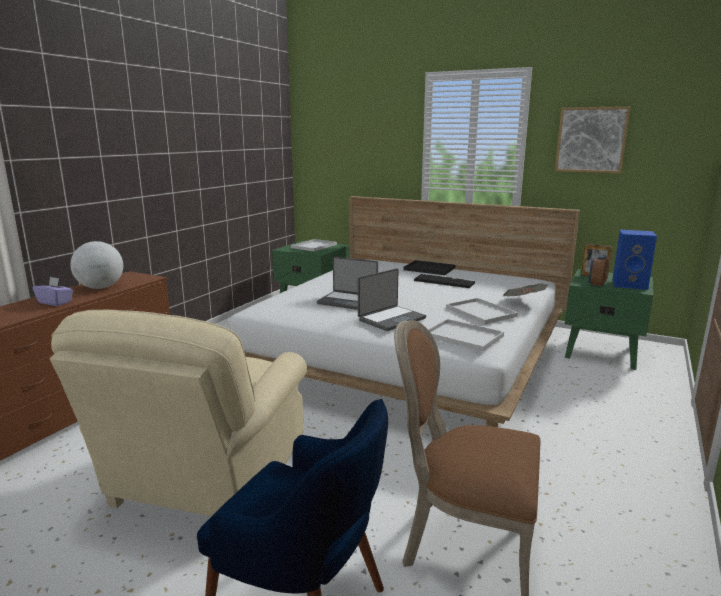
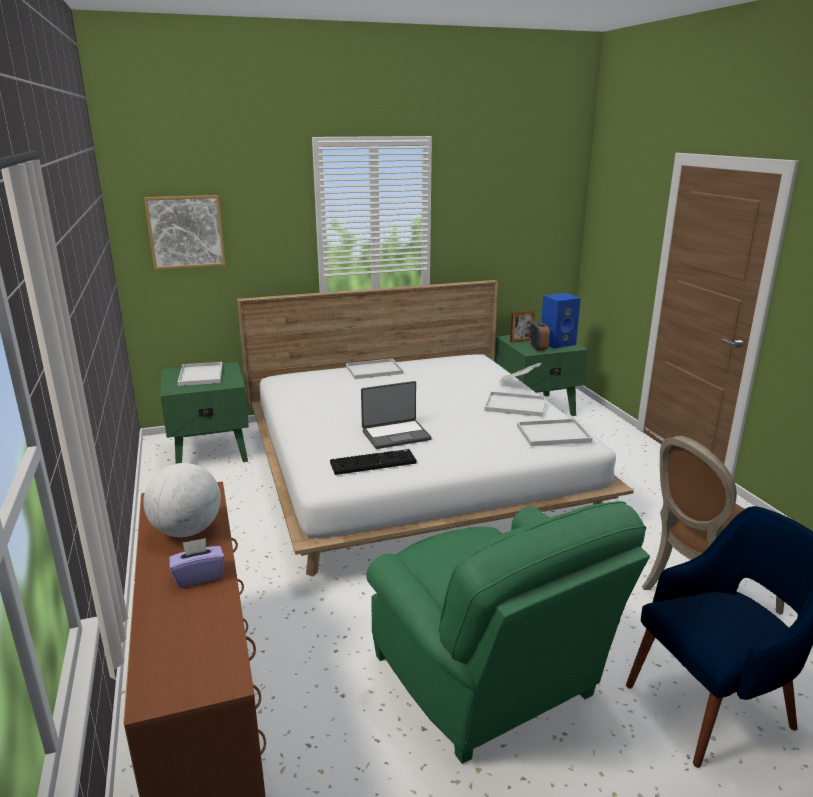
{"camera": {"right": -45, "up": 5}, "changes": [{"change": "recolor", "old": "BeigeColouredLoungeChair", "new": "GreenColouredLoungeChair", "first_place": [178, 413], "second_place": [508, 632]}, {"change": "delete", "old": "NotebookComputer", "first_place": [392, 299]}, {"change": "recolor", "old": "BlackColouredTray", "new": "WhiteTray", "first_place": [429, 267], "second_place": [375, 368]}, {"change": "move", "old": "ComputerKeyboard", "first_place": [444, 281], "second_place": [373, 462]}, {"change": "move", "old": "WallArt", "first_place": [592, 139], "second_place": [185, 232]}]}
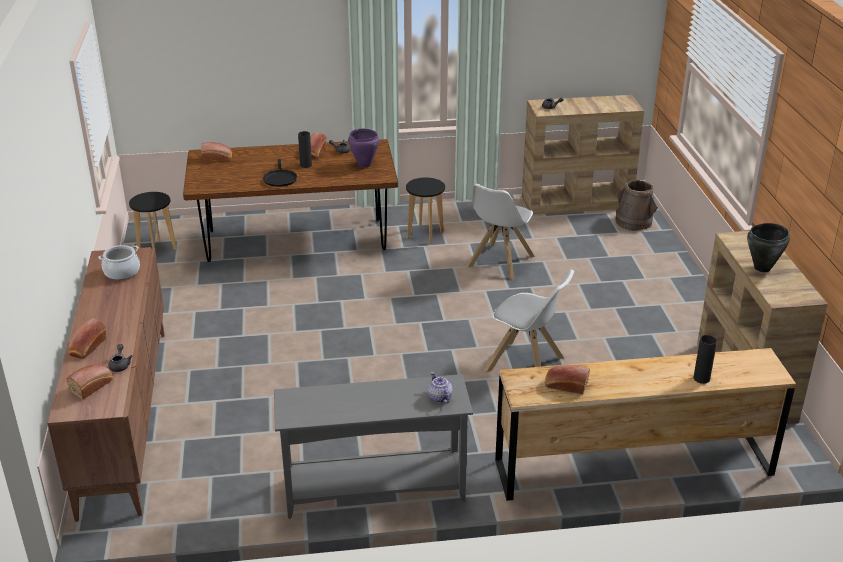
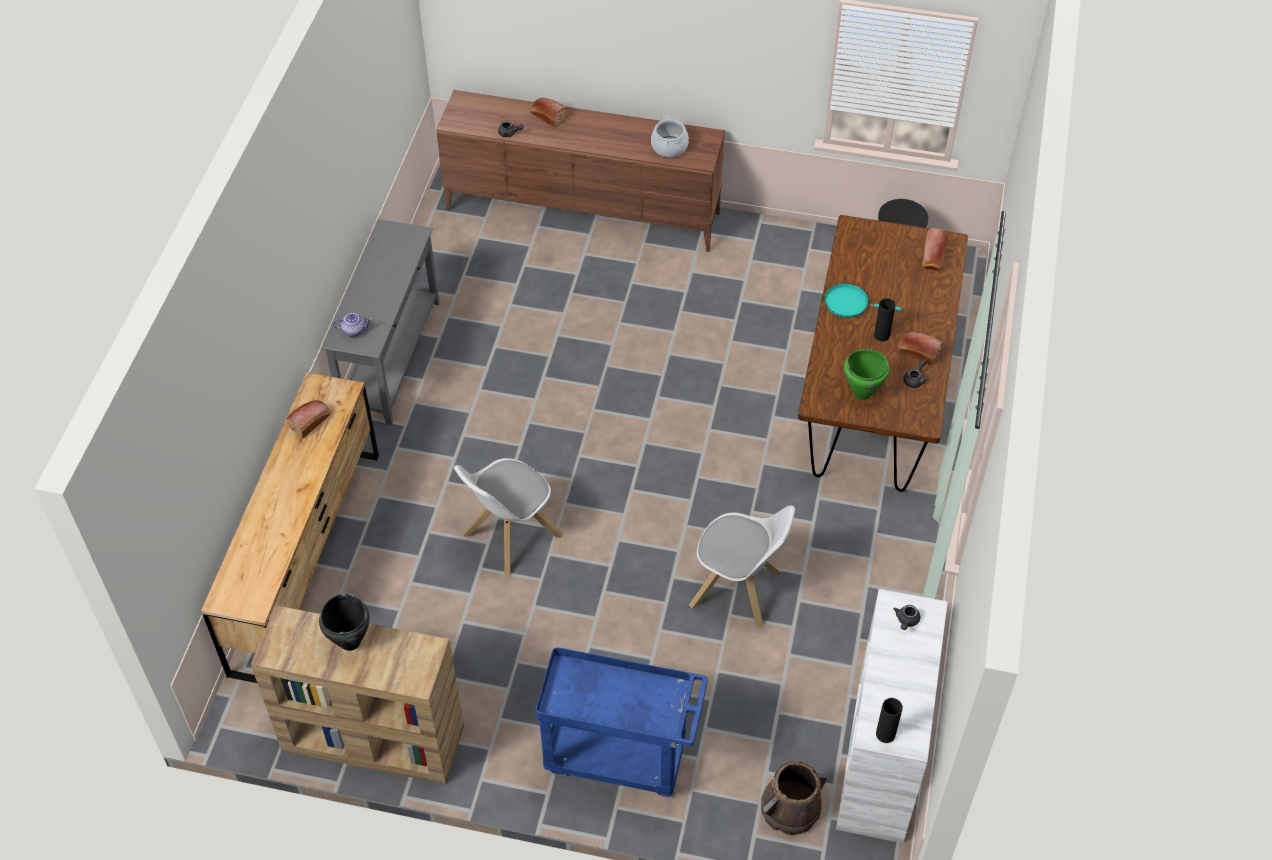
{"camera": {"right": 110, "up": 20}, "changes": [{"change": "delete", "old": "BakedBread", "first_place": [89, 382]}, {"change": "recolor", "old": "BlackColouredFryingPan", "new": "BlueGreenFryingPan", "first_place": [280, 173], "second_place": [862, 300]}, {"change": "recolor", "old": "PurplishStockpot", "new": "GreenColouredStockpot", "first_place": [364, 148], "second_place": [867, 374]}, {"change": "delete", "old": "BlackColouredStoolSeat", "first_place": [425, 211]}, {"change": "rotate", "old": "PlainChair", "first_place": [501, 232], "second_place": [742, 567], "degrees": 150}, {"change": "recolor", "old": "BrownBookshelf", "new": "WhiteBookshelf", "first_place": [583, 155], "second_place": [892, 716]}, {"change": "move", "old": "BlackColouredDecorativeVase", "first_place": [705, 359], "second_place": [889, 720]}, {"change": "insert", "new": "BlueColouredWheeledCart", "second_place": [622, 722]}]}
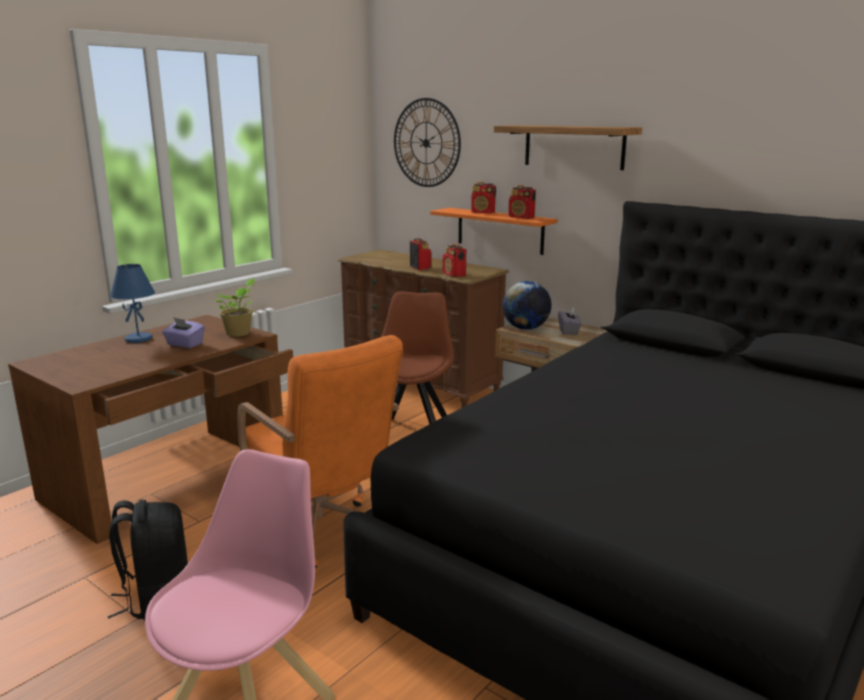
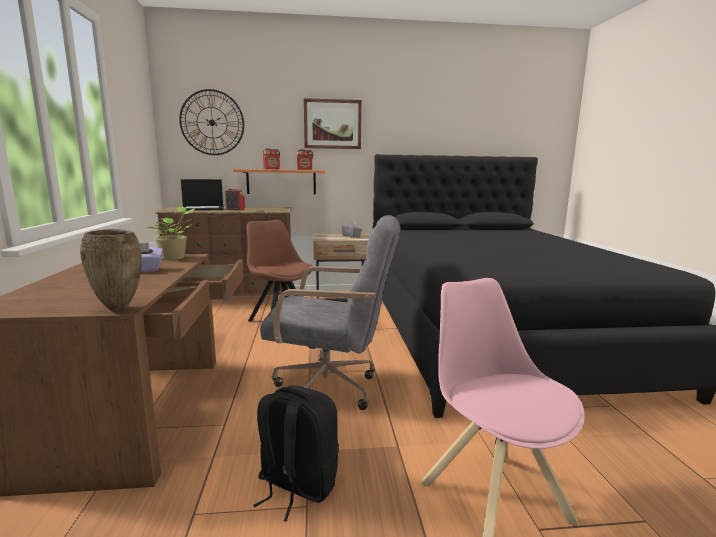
{"camera": {"right": -45, "up": -5}, "changes": [{"change": "delete", "old": "BlueColouredTableLamp", "first_place": [132, 303]}, {"change": "recolor", "old": "OrangeColouredOfficeChair", "new": "GreyishOfficeChair", "first_place": [320, 452], "second_place": [330, 312]}, {"change": "delete", "old": "RadioReceiver", "first_place": [454, 260]}, {"change": "replace", "old": "WallShelf", "new": "WallArt", "first_place": [568, 147], "second_place": [333, 123]}, {"change": "delete", "old": "WorldGlobe", "first_place": [527, 305]}, {"change": "insert", "new": "BrownDecorativeVase", "second_place": [111, 270]}, {"change": "insert", "new": "NotebookComputer", "second_place": [202, 195]}]}
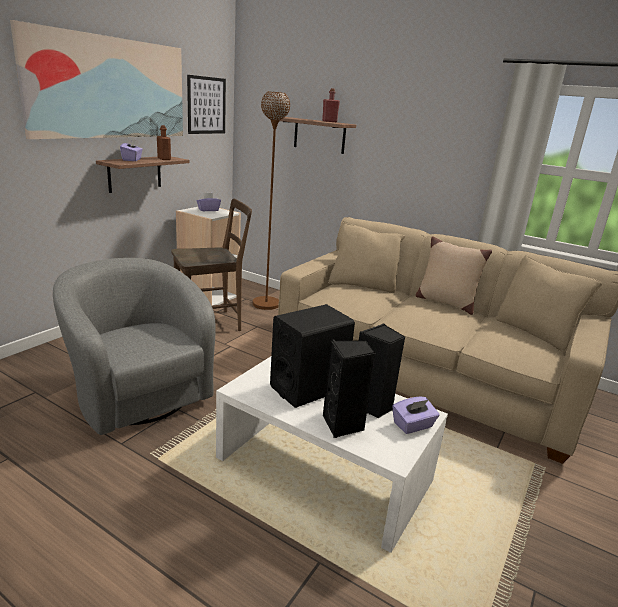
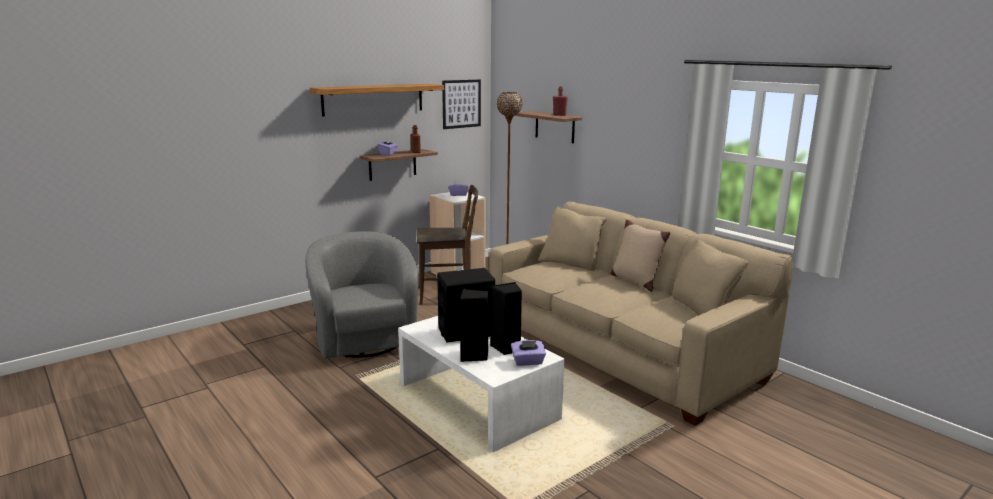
{"camera": {"right": 20, "up": -5}, "changes": [{"change": "replace", "old": "WallArt", "new": "WallShelf", "first_place": [96, 79], "second_place": [377, 100]}]}
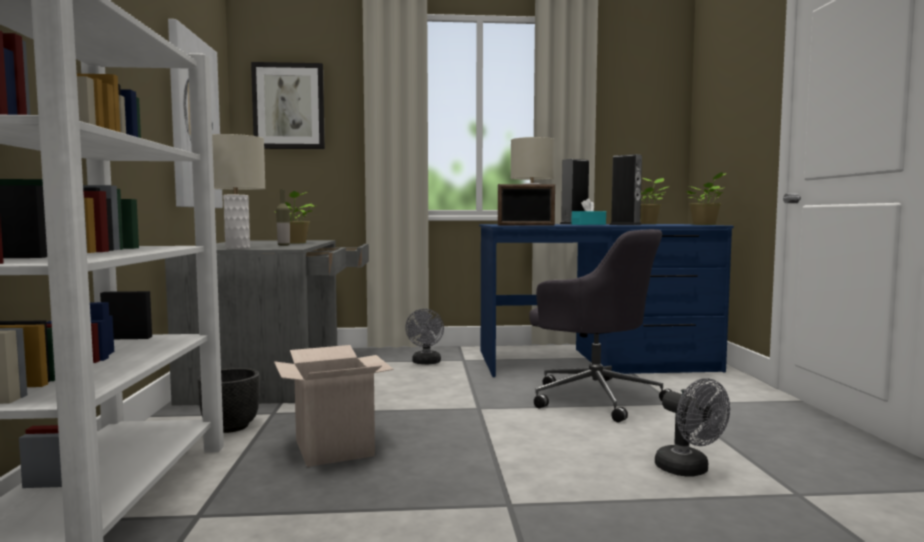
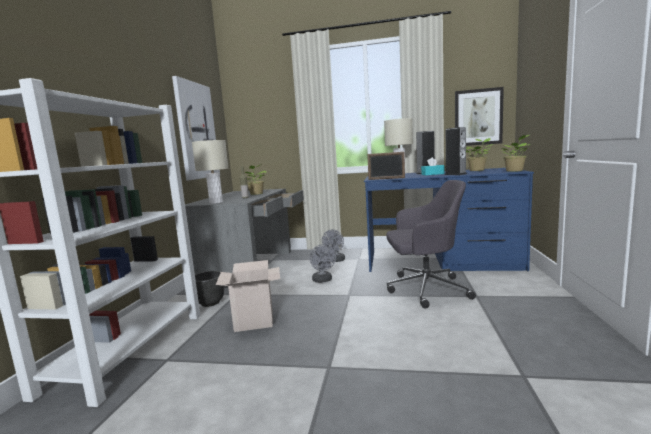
{"camera": {"right": 15, "up": 5}, "changes": [{"change": "move", "old": "WallArt", "first_place": [288, 105], "second_place": [479, 116]}, {"change": "rotate", "old": "GreyishOfficeChair", "first_place": [600, 326], "second_place": [431, 244], "degrees": -60}, {"change": "move", "old": "GreyishFan", "first_place": [692, 427], "second_place": [323, 263]}]}
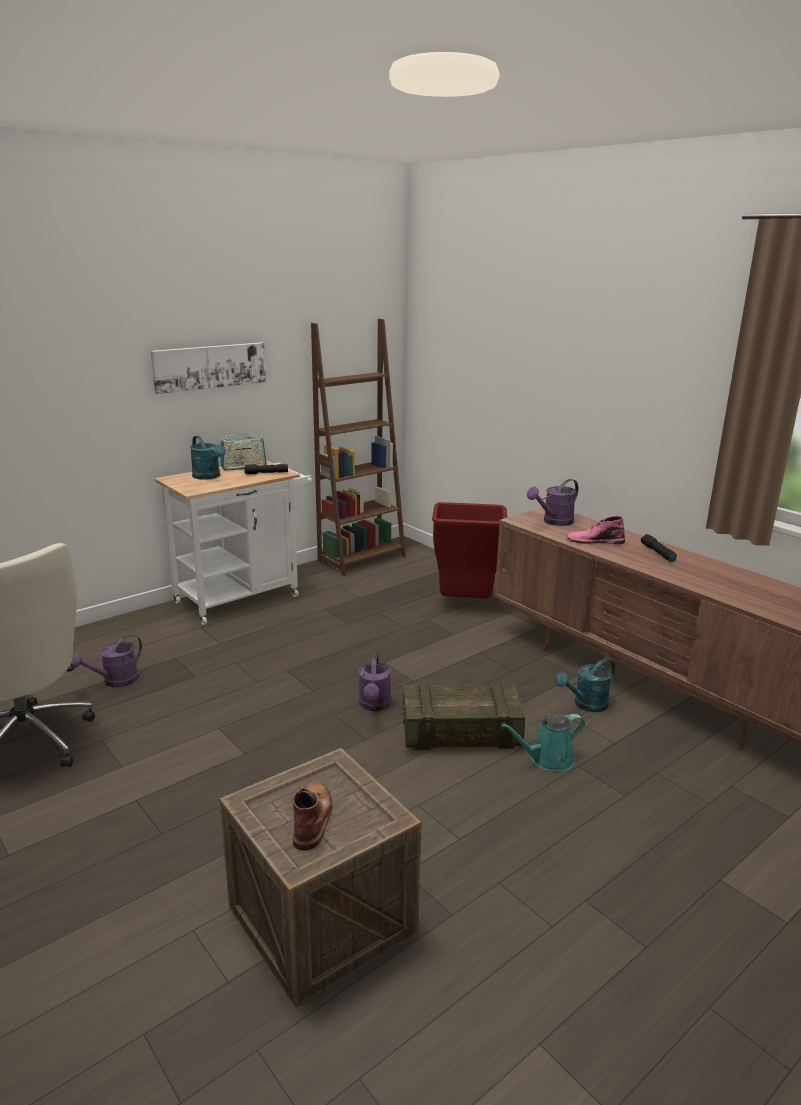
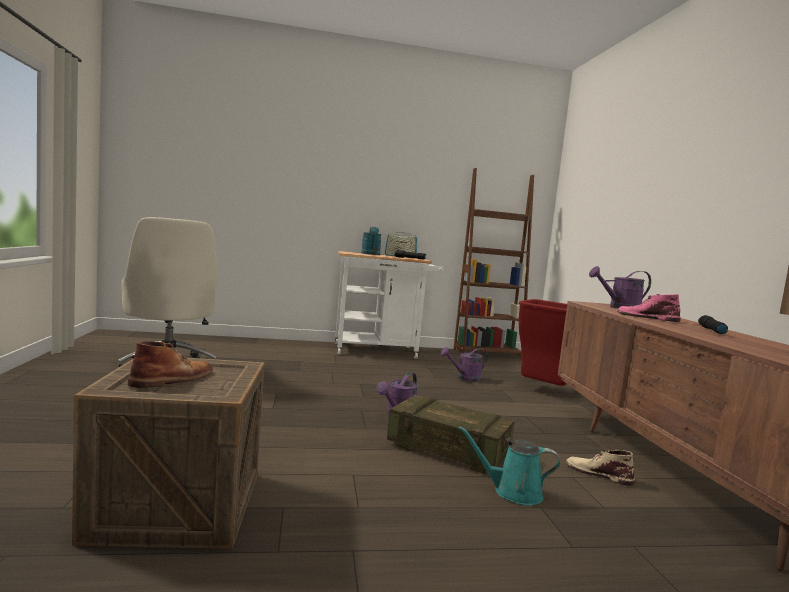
{"camera": {"right": 30, "up": -15}, "changes": [{"change": "move", "old": "PurplishSprinklingCan", "first_place": [106, 660], "second_place": [464, 364]}, {"change": "delete", "old": "WallArt", "first_place": [208, 368]}, {"change": "replace", "old": "BlueGreenSprinklingCan", "new": "BeigeColouredTallBoot", "first_place": [585, 685], "second_place": [600, 468]}]}
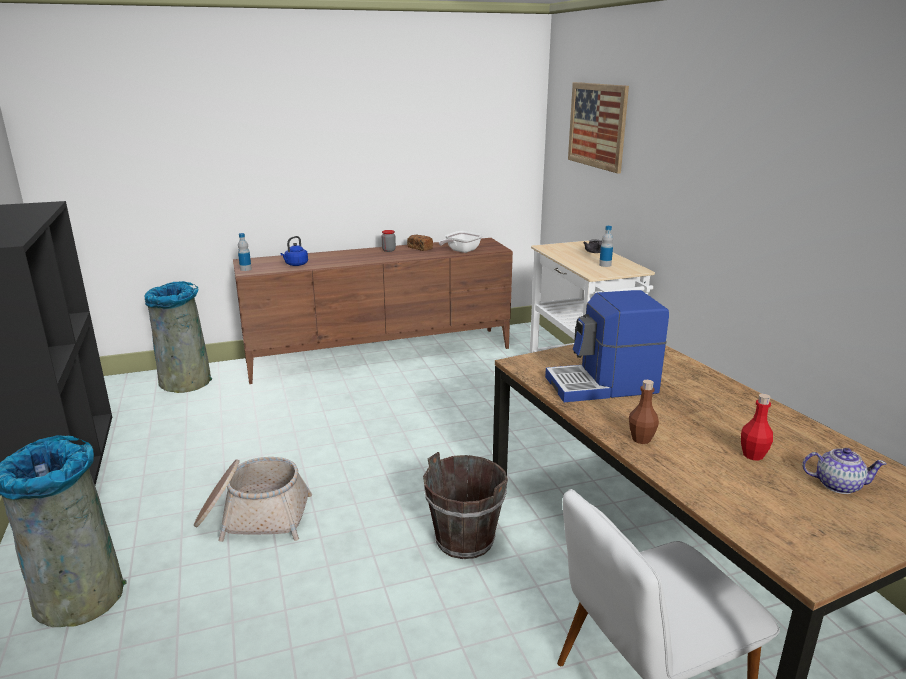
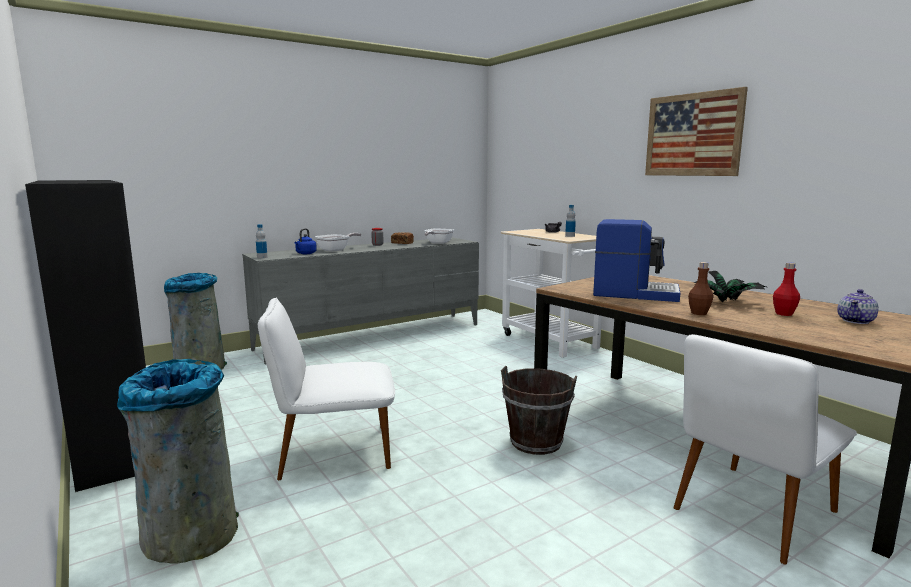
{"camera": {"right": -15, "up": -10}, "changes": [{"change": "replace", "old": "HouseholdBasket", "new": "WhitePlainChair", "first_place": [253, 499], "second_place": [326, 389]}, {"change": "recolor", "old": "BrownStorageCabinet", "new": "GreyishStorageCabinet", "first_place": [373, 311], "second_place": [360, 301]}, {"change": "rotate", "old": "CoffeeMachine", "first_place": [607, 346], "second_place": [636, 260], "degrees": -135}, {"change": "move", "old": "WallArt", "first_place": [598, 128], "second_place": [696, 131]}, {"change": "rotate", "old": "Teapot", "first_place": [844, 471], "second_place": [858, 306], "degrees": 135}, {"change": "insert", "new": "FryingPan", "second_place": [338, 242]}, {"change": "insert", "new": "PottedPlant", "second_place": [730, 287]}]}
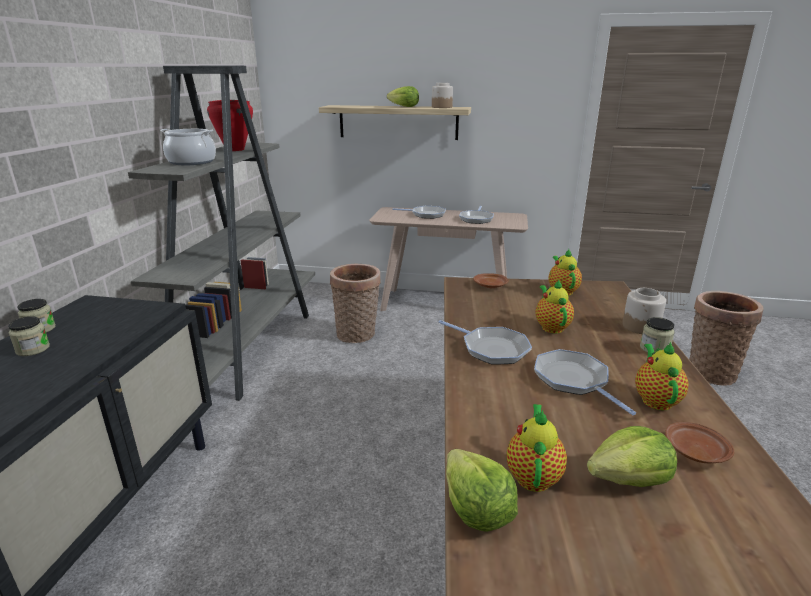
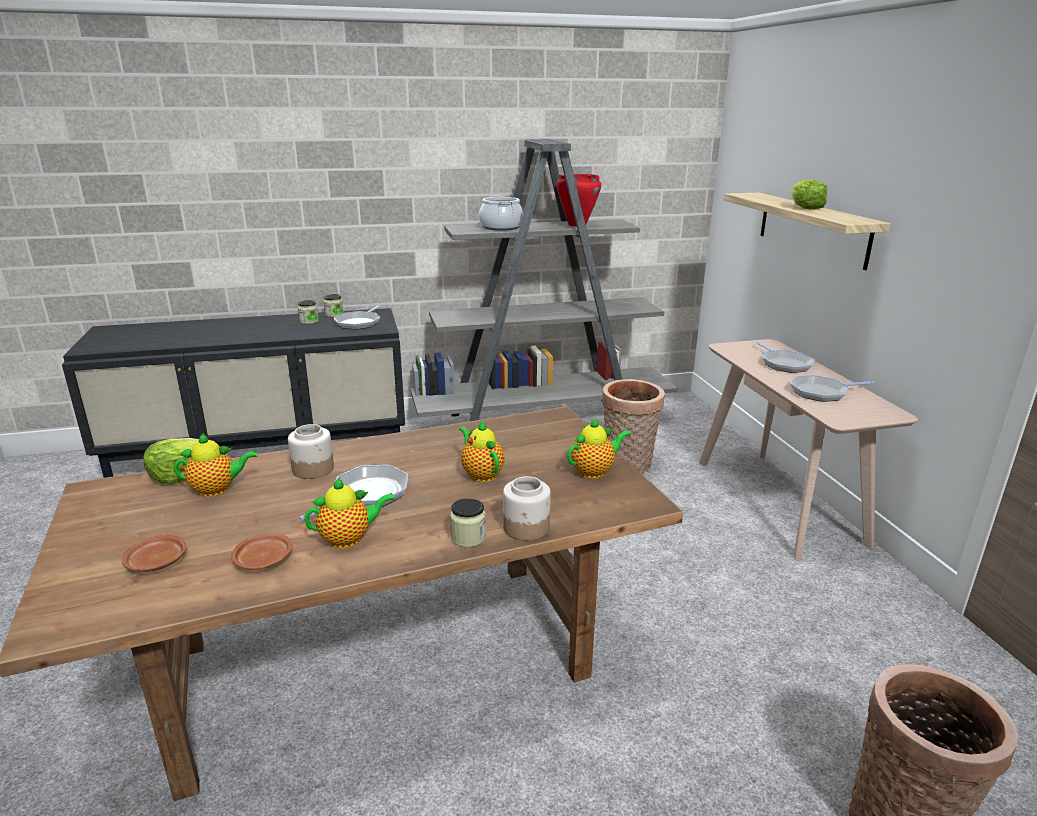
{"camera": {"right": 65, "up": 0}, "changes": [{"change": "move", "old": "StorageJar", "first_place": [442, 95], "second_place": [311, 451]}, {"change": "move", "old": "FryingPan", "first_place": [485, 342], "second_place": [357, 317]}, {"change": "move", "old": "BrownDinnerPlate", "first_place": [491, 280], "second_place": [154, 553]}, {"change": "rotate", "old": "Teapot", "first_place": [554, 306], "second_place": [482, 451], "degrees": -90}, {"change": "delete", "old": "Lettuce", "first_place": [632, 456]}]}
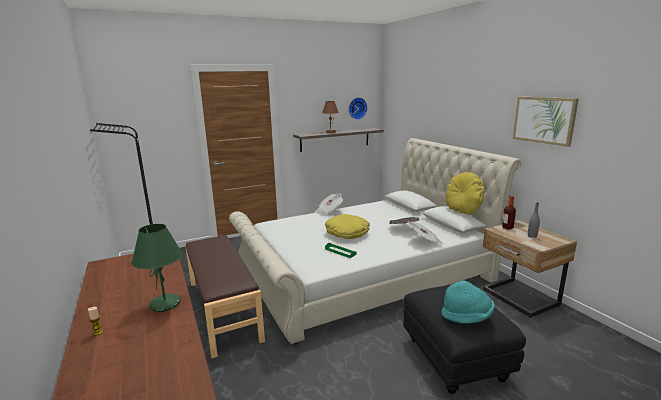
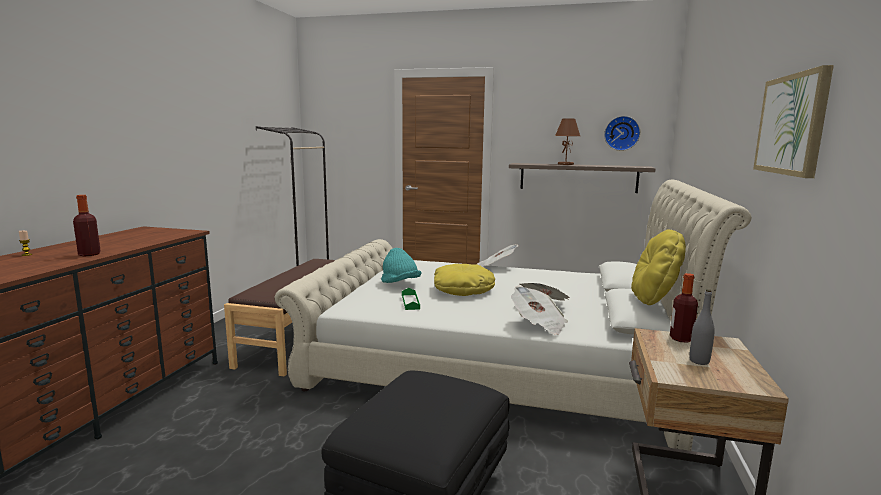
{"camera": {"right": 40, "up": -5}, "changes": [{"change": "replace", "old": "GreenColouredTableLamp", "new": "DrinkBottle", "first_place": [157, 268], "second_place": [87, 225]}, {"change": "move", "old": "BlueGreenClothingHat", "first_place": [468, 302], "second_place": [401, 265]}]}
